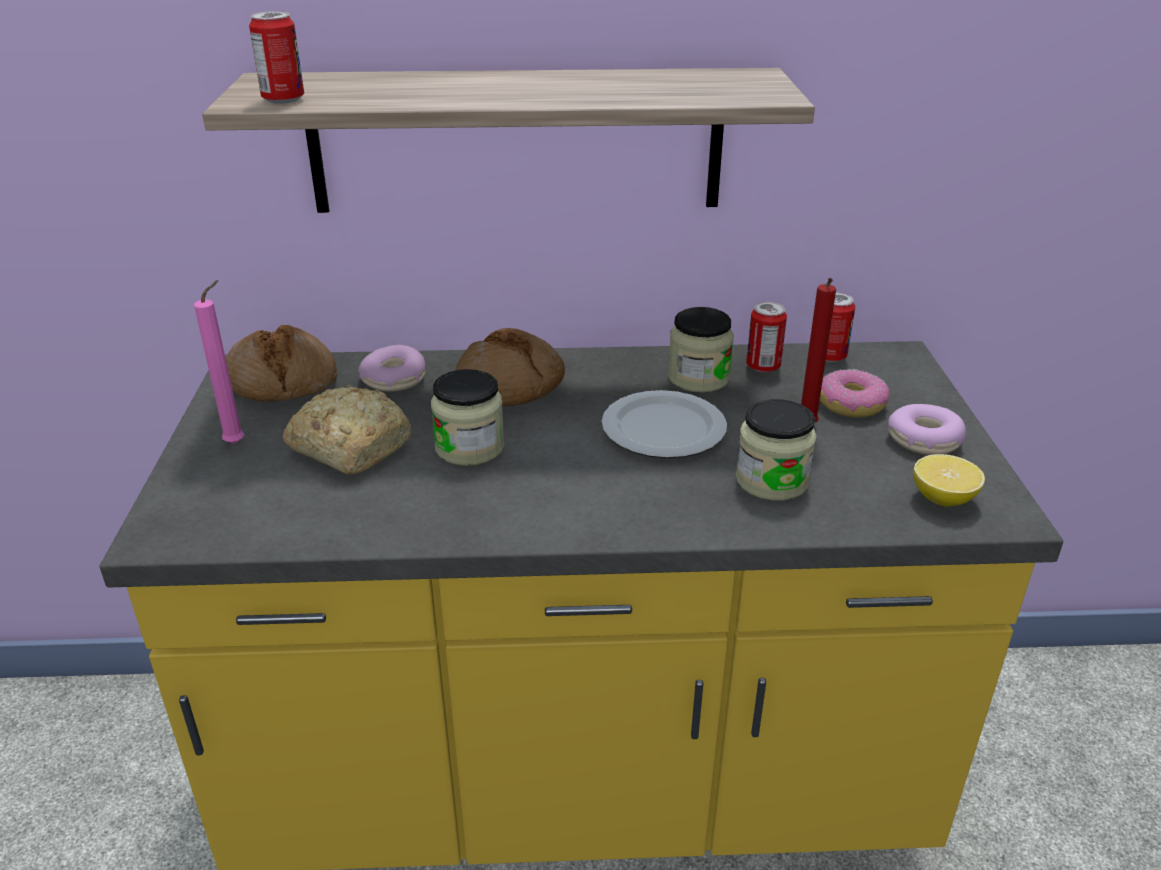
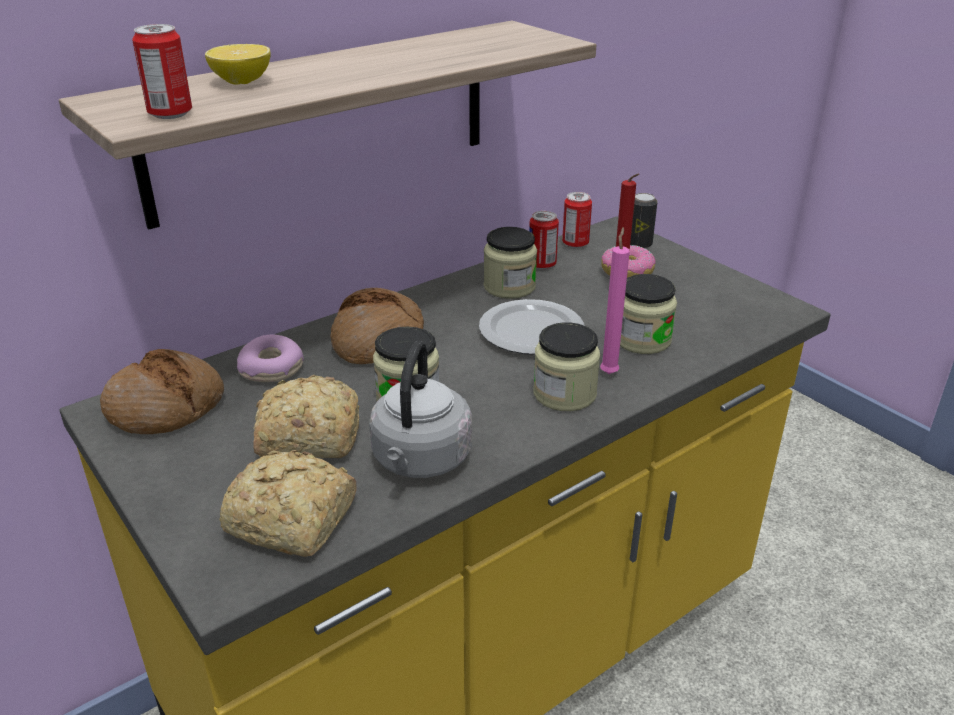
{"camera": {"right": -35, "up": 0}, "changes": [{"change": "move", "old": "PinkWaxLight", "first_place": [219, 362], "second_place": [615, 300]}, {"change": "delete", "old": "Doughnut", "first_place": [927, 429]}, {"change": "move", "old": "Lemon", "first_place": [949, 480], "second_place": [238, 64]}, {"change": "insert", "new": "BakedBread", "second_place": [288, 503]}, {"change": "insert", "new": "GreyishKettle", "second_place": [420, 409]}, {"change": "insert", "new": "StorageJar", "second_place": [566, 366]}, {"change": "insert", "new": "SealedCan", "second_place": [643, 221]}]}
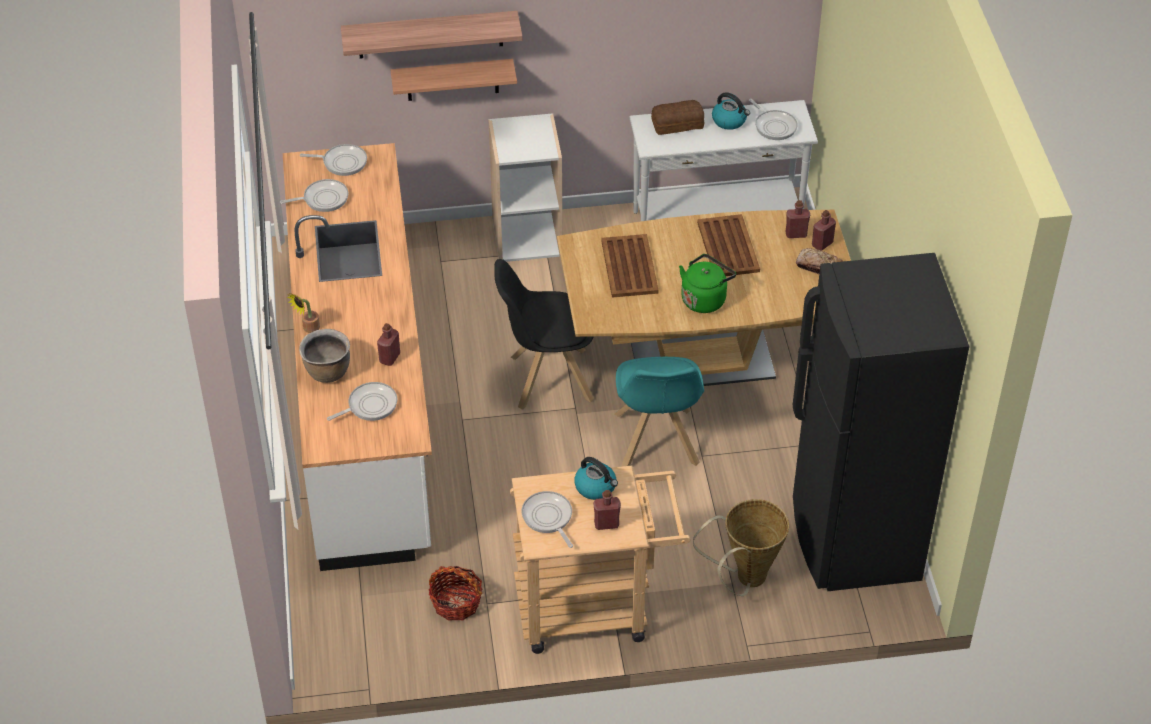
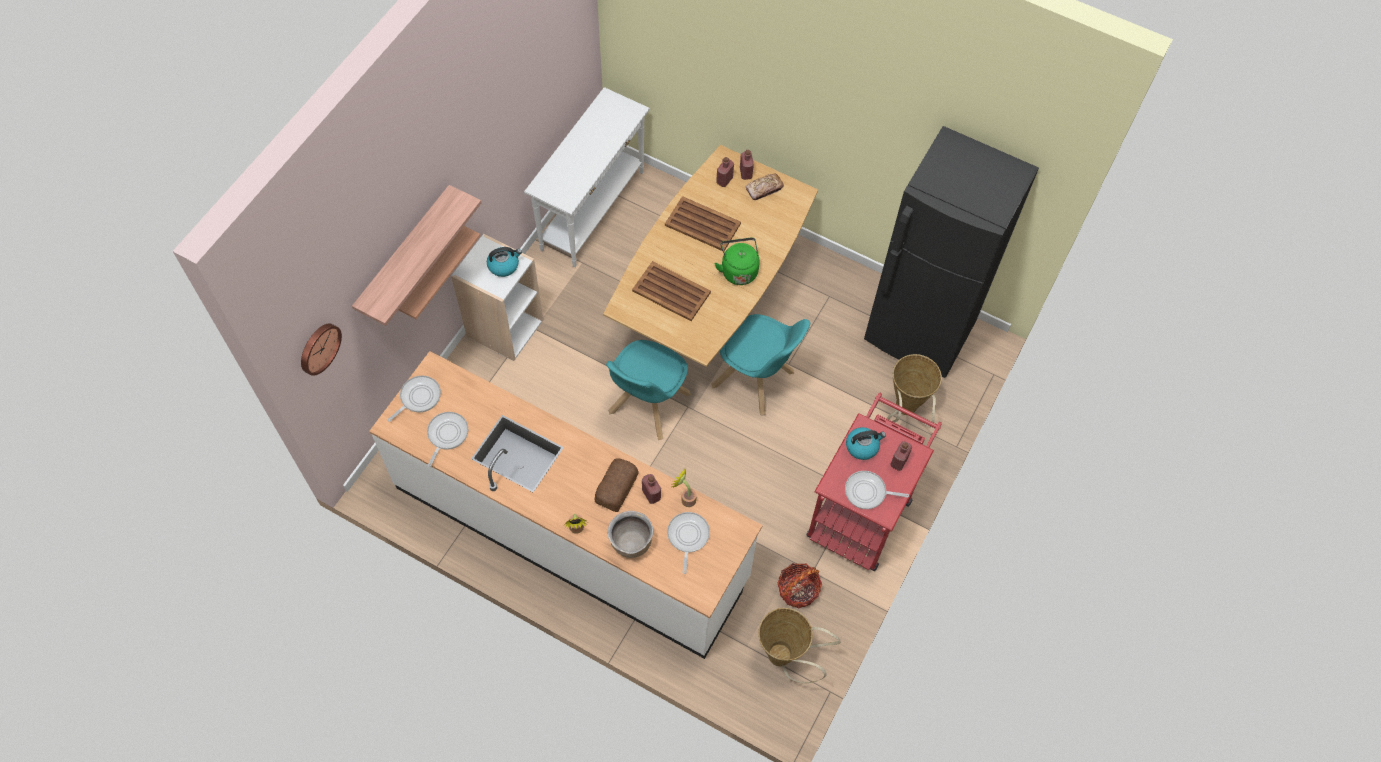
{"camera": {"right": -55, "up": 15}, "changes": [{"change": "recolor", "old": "BlackColouredPlainChair", "new": "BlueGreenPlainChair", "first_place": [544, 334], "second_place": [648, 390]}, {"change": "recolor", "old": "BeigeColouredWheeledCart", "new": "RedColouredWheeledCart", "first_place": [600, 560], "second_place": [874, 481]}, {"change": "move", "old": "BakedBread", "first_place": [677, 117], "second_place": [617, 485]}, {"change": "move", "old": "Kettle", "first_place": [731, 111], "second_place": [504, 262]}, {"change": "delete", "old": "FryingPan", "first_place": [773, 119]}, {"change": "insert", "new": "HangingClock", "second_place": [321, 349]}, {"change": "insert", "new": "PottedPlant", "second_place": [684, 488]}, {"change": "insert", "new": "HouseholdBasket", "second_place": [799, 645]}]}
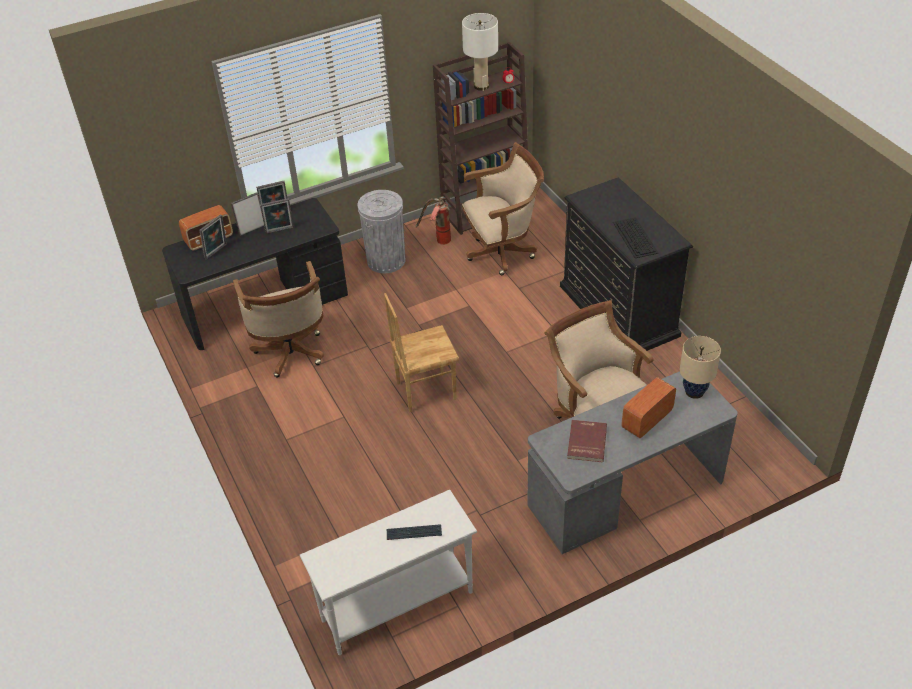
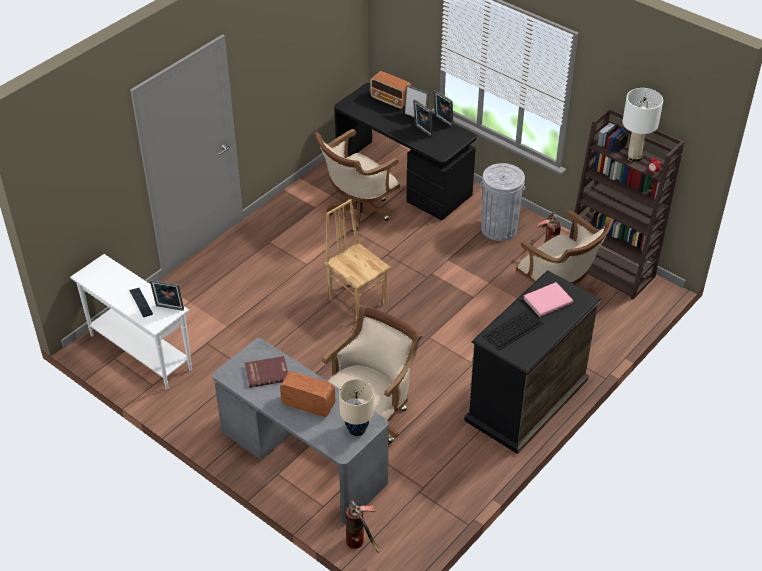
{"camera": {"right": 65, "up": 0}, "changes": [{"change": "move", "old": "PictureFrame", "first_place": [213, 237], "second_place": [167, 295]}, {"change": "insert", "new": "FireFightingCylinder", "second_place": [363, 526]}, {"change": "insert", "new": "PinkBook", "second_place": [548, 299]}]}
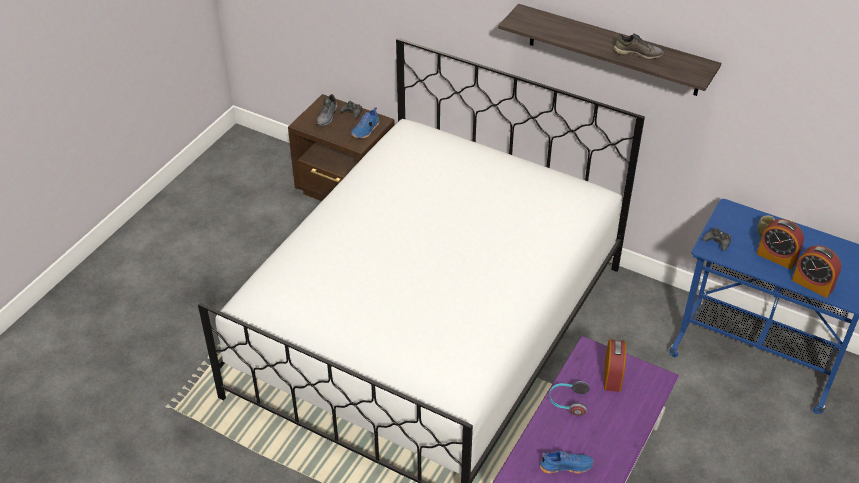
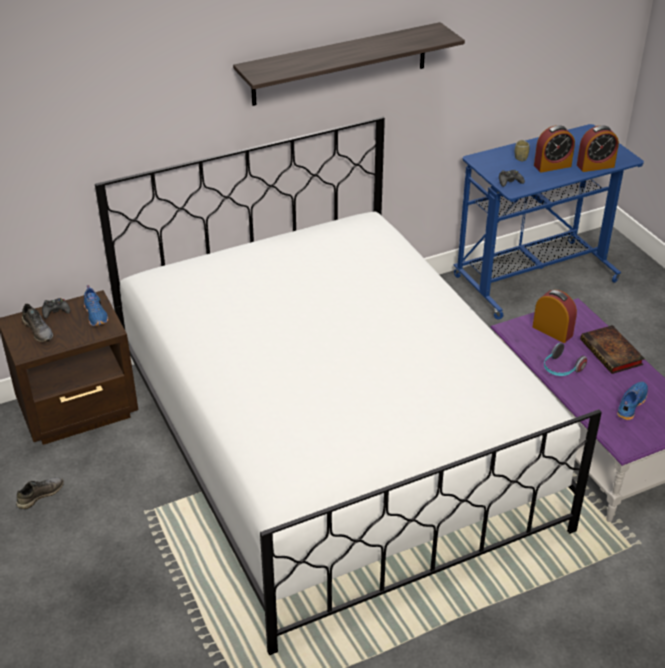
{"camera": {"right": -55, "up": -5}, "changes": [{"change": "move", "old": "GreyishItemOfFootwear", "first_place": [639, 46], "second_place": [40, 493]}, {"change": "insert", "new": "Book", "second_place": [612, 349]}]}
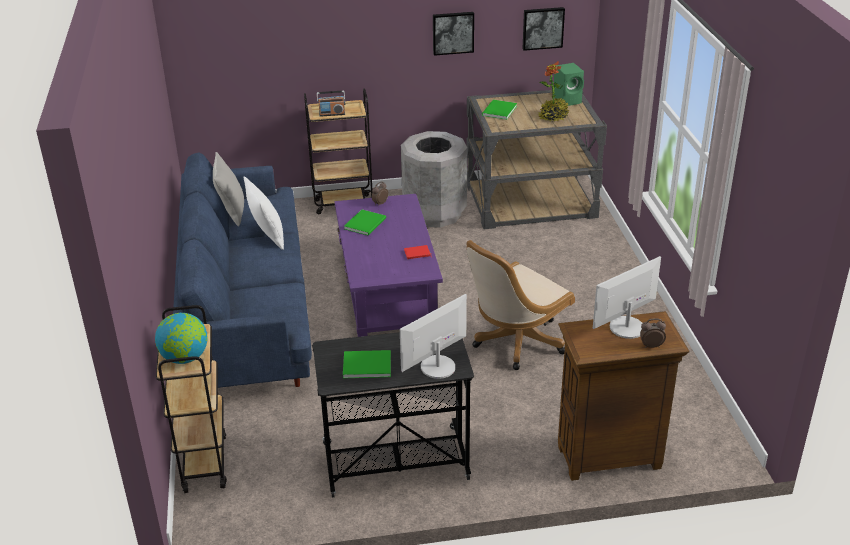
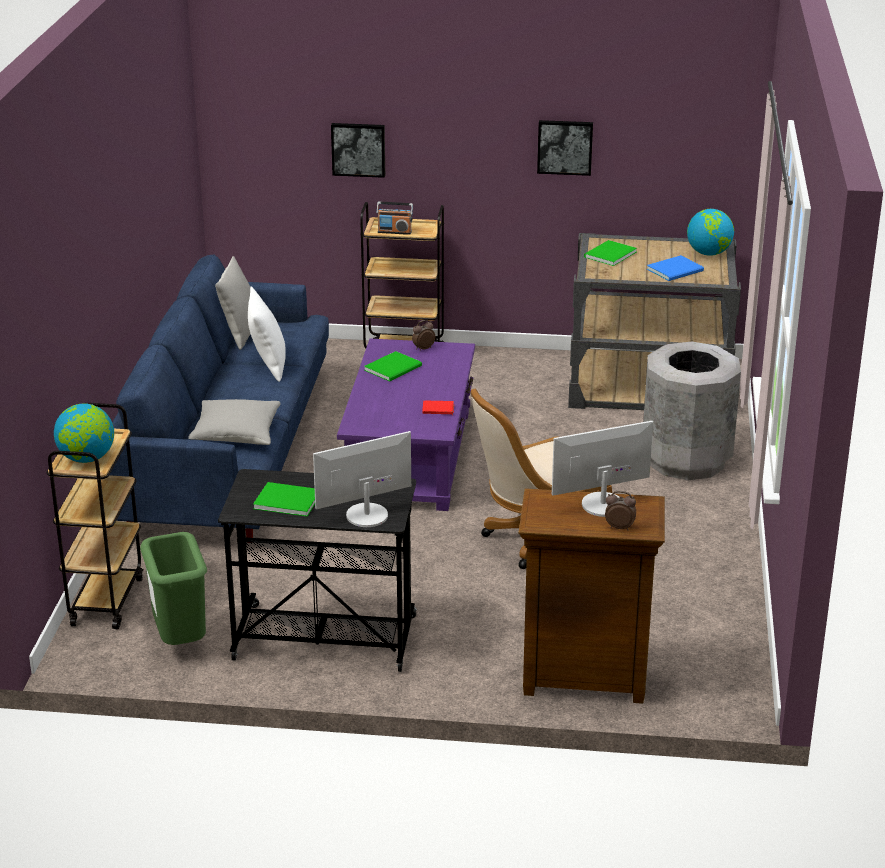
{"camera": {"right": 15, "up": -5}, "changes": [{"change": "move", "old": "GreyishTrashCan", "first_place": [434, 179], "second_place": [692, 411]}, {"change": "move", "old": "WallArt", "first_place": [544, 29], "second_place": [358, 150]}, {"change": "replace", "old": "PottedPlant", "new": "BlueColouredBook", "first_place": [554, 91], "second_place": [675, 268]}, {"change": "replace", "old": "GreenColouredAudioSpeaker", "new": "WorldGlobe", "first_place": [569, 84], "second_place": [710, 232]}, {"change": "insert", "new": "GreenColouredTrashCan", "second_place": [173, 588]}, {"change": "insert", "new": "GreyishPillow", "second_place": [234, 422]}]}
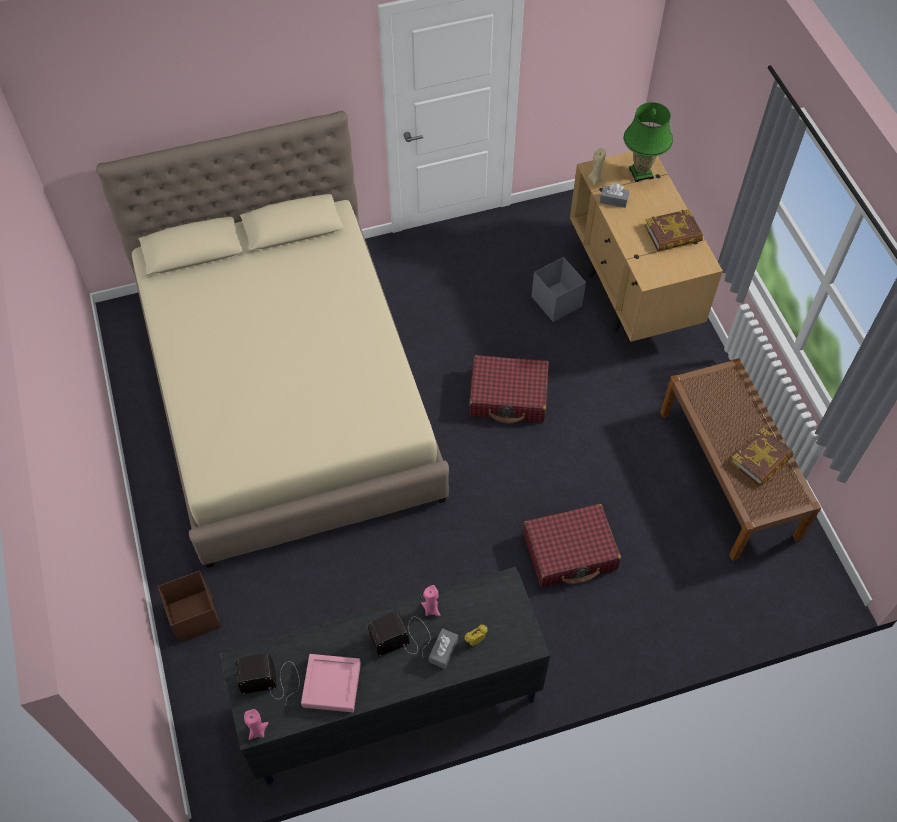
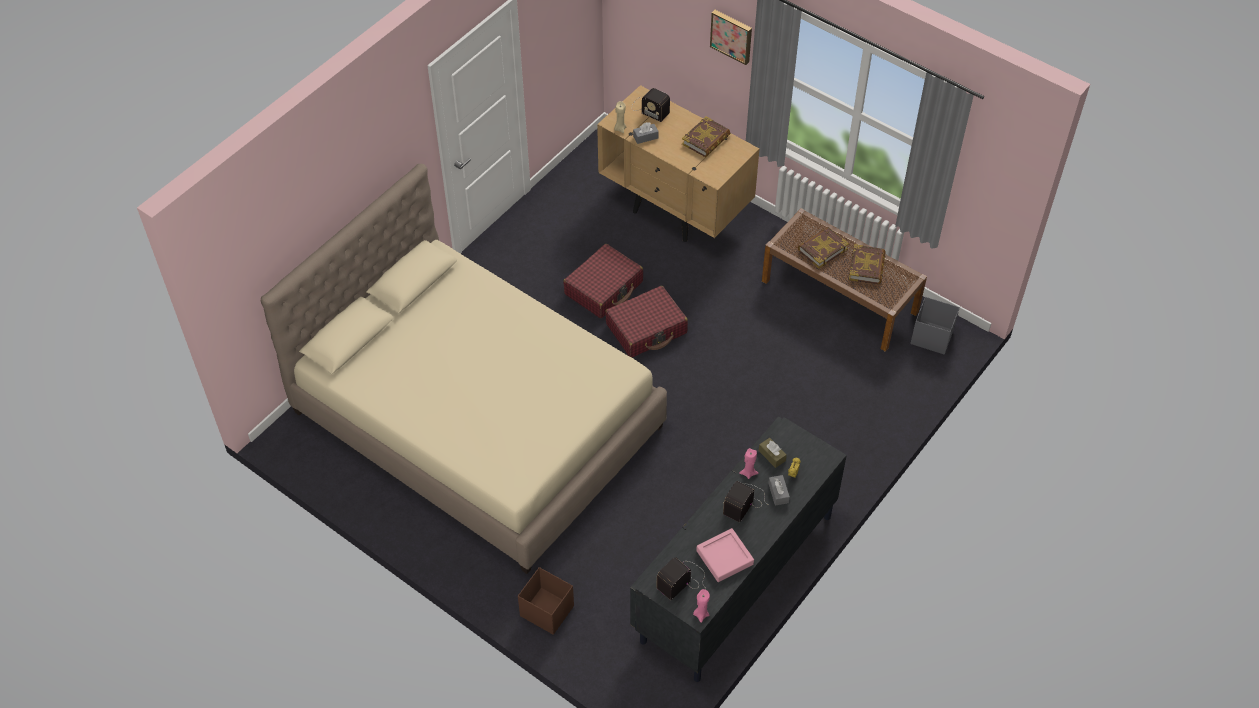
{"camera": {"right": -35, "up": -5}, "changes": [{"change": "move", "old": "RedColouredPieceOfLuggage", "first_place": [572, 545], "second_place": [603, 281]}, {"change": "move", "old": "GreyishStorageContainer", "first_place": [559, 289], "second_place": [935, 325]}, {"change": "replace", "old": "GreenColouredTableLamp", "new": "RadioReceiver", "first_place": [648, 142], "second_place": [651, 105]}, {"change": "insert", "new": "WallArt", "second_place": [731, 37]}, {"change": "insert", "new": "BrownTissueBox", "second_place": [773, 453]}, {"change": "insert", "new": "Book", "second_place": [823, 247]}]}
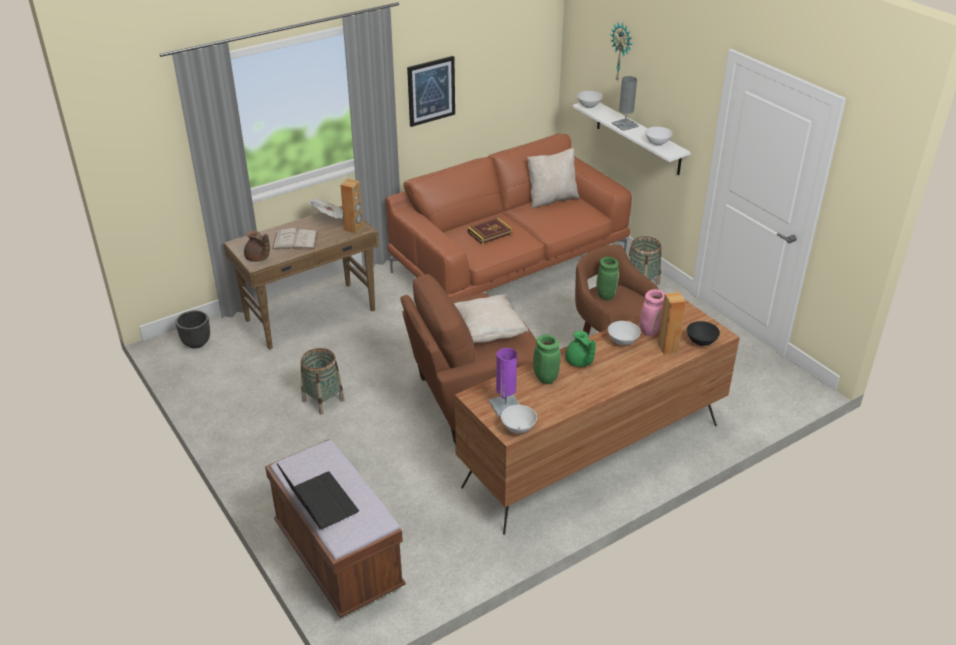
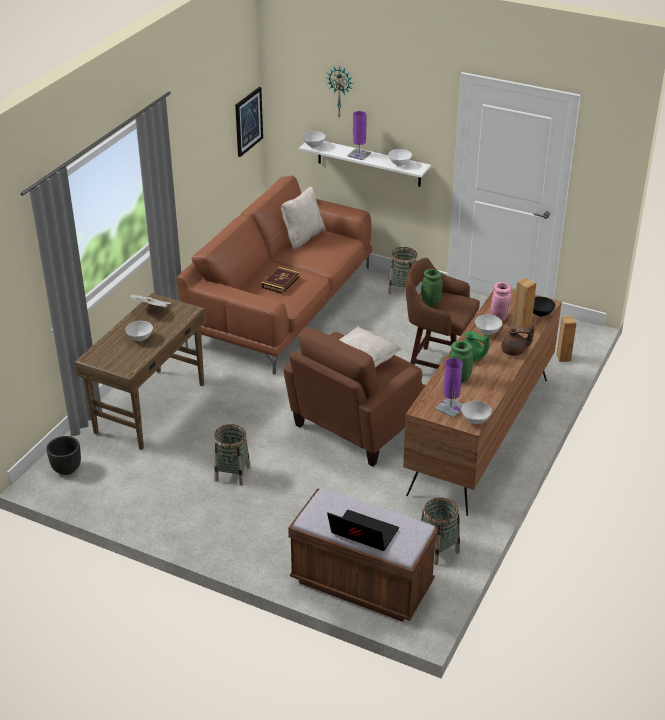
{"camera": {"right": -30, "up": 0}, "changes": [{"change": "move", "old": "BrownTeapot", "first_place": [257, 246], "second_place": [518, 340]}, {"change": "replace", "old": "WhiteBook", "new": "WhiteBowl", "first_place": [295, 239], "second_place": [139, 331]}, {"change": "move", "old": "BrownAudioSpeaker", "first_place": [351, 206], "second_place": [566, 339]}, {"change": "move", "old": "WallArt", "first_place": [431, 91], "second_place": [249, 122]}, {"change": "recolor", "old": "GreyishTableLamp", "new": "PurplishTableLamp", "first_place": [625, 103], "second_place": [359, 135]}, {"change": "insert", "new": "HouseholdBasket", "second_place": [440, 531]}]}
